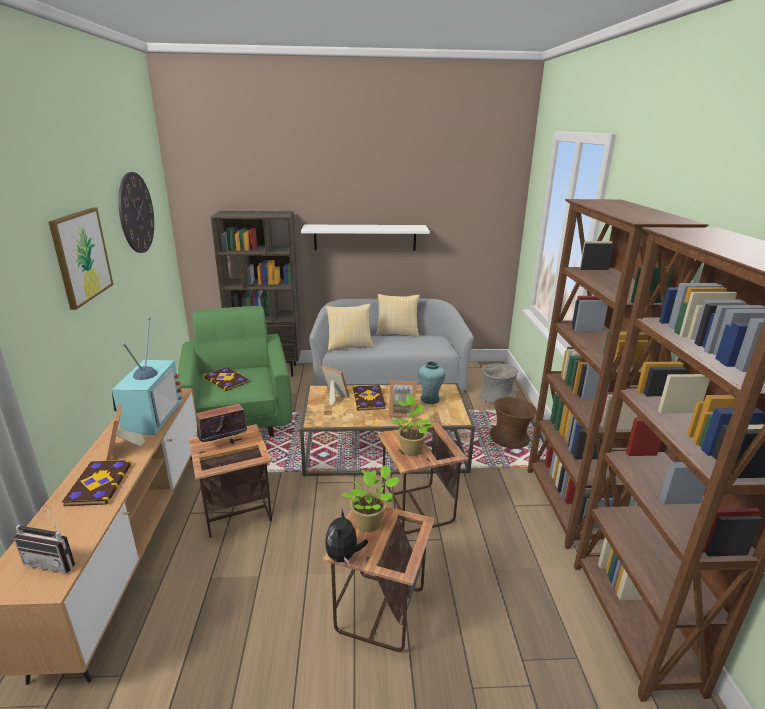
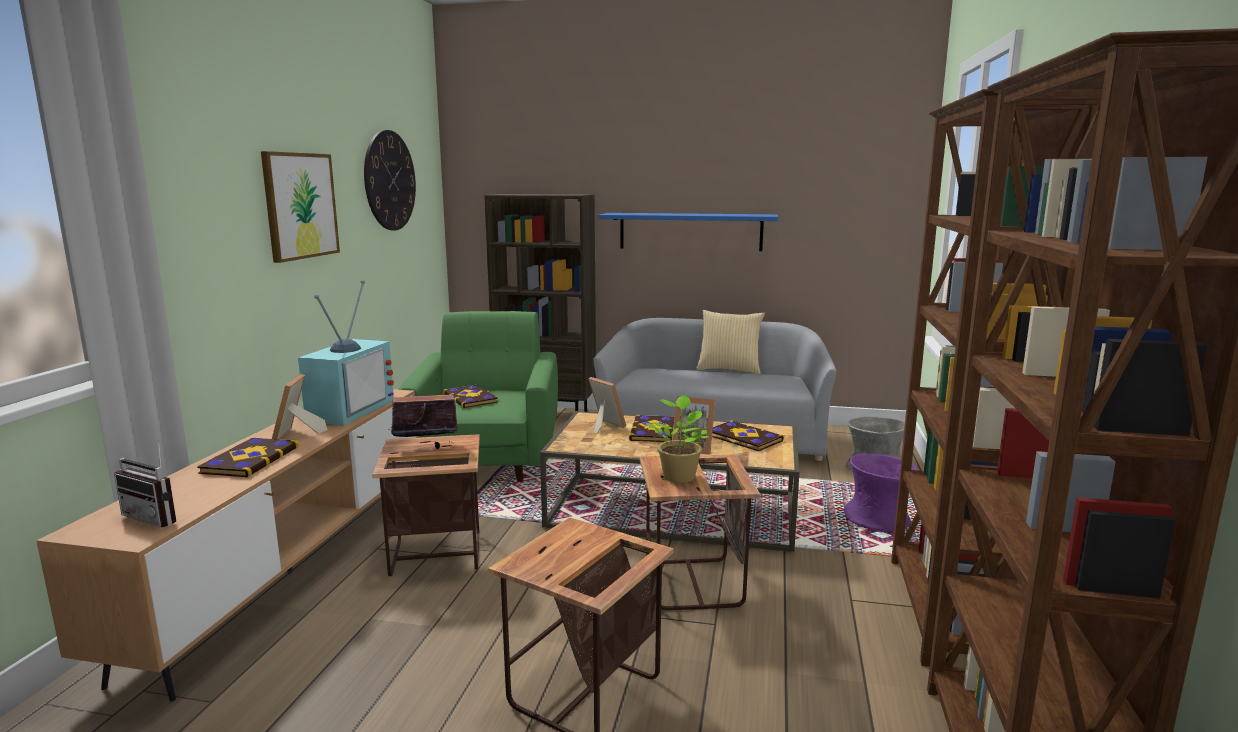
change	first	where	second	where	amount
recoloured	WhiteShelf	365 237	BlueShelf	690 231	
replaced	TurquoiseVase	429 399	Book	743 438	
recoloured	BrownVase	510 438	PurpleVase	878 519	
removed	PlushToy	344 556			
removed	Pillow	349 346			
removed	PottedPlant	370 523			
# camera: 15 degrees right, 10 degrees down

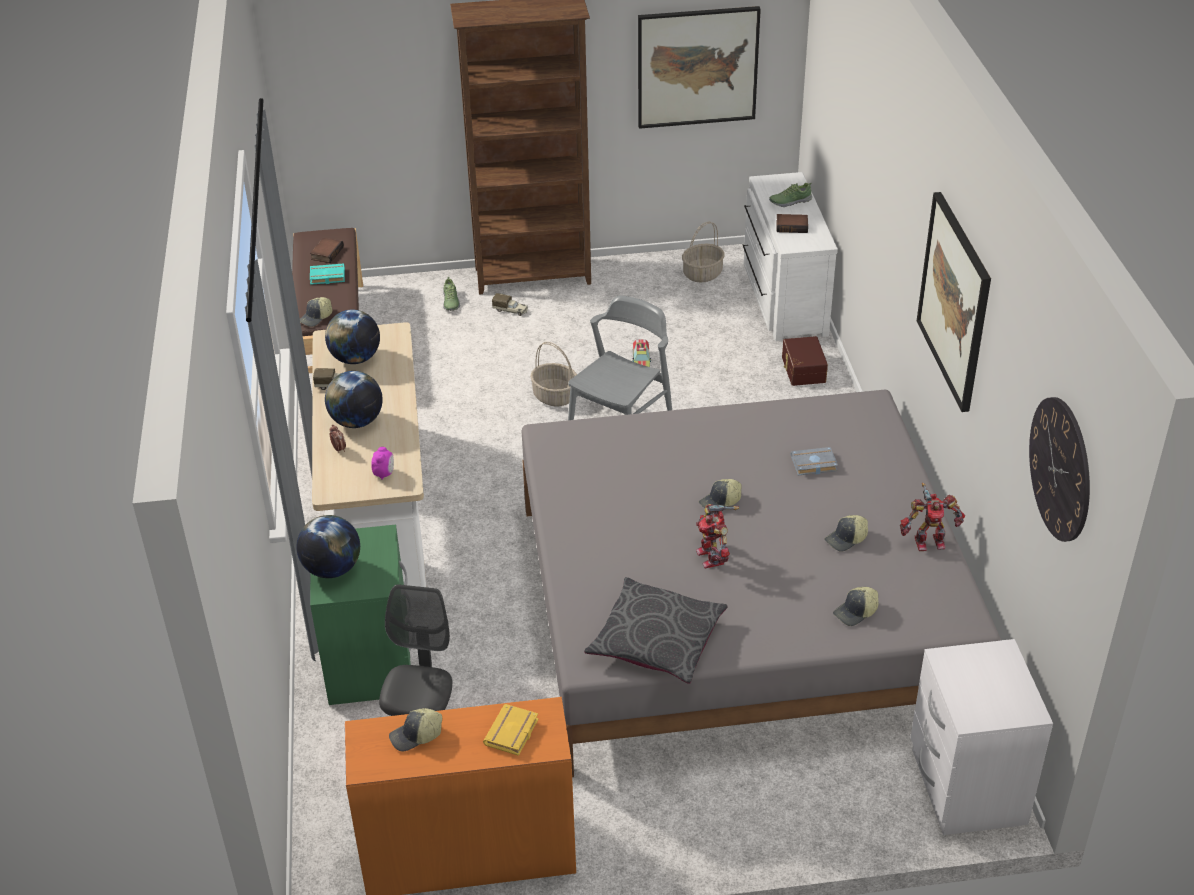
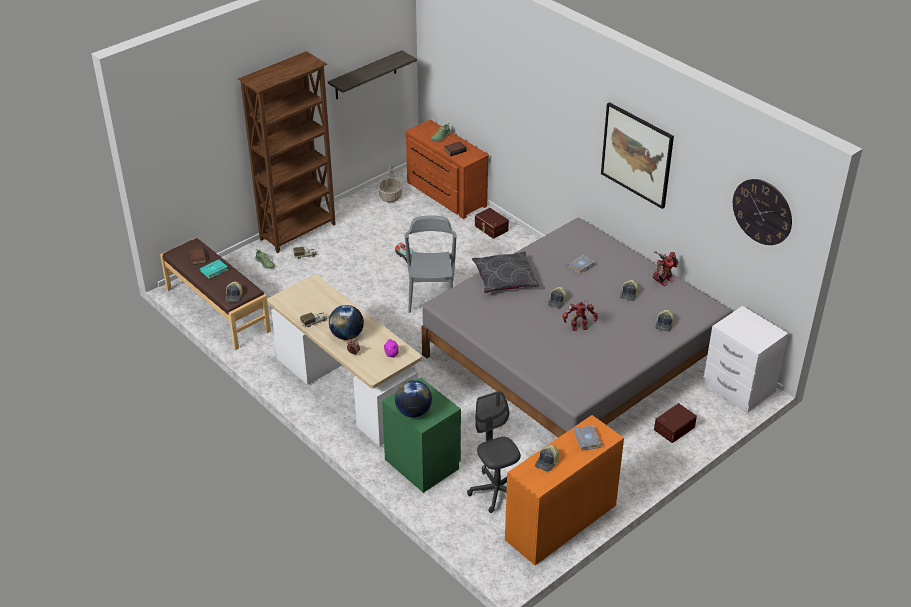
change	first	where	second	where	amount
replaced	Picture	697 67	Shelf	365 75	
recoloured	WhiteDresser	782 298	BrownDresser	445 195	
moved	GreyPillow	656 640		504 278	
turned	ToyRobot	712 556		579 327	135 degrees clockwise
recoloured	YellowBook	512 734	GreyBook	588 440	
added			BrownStorageBox	673 428	
removed	Globe	355 359			
removed	Basket	555 396			
# camera: 35 degrees left, 0 degrees up

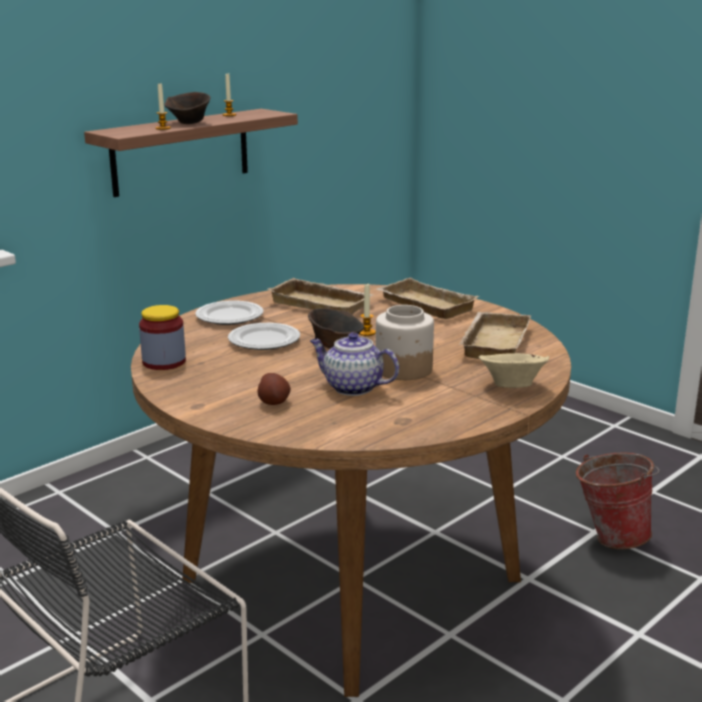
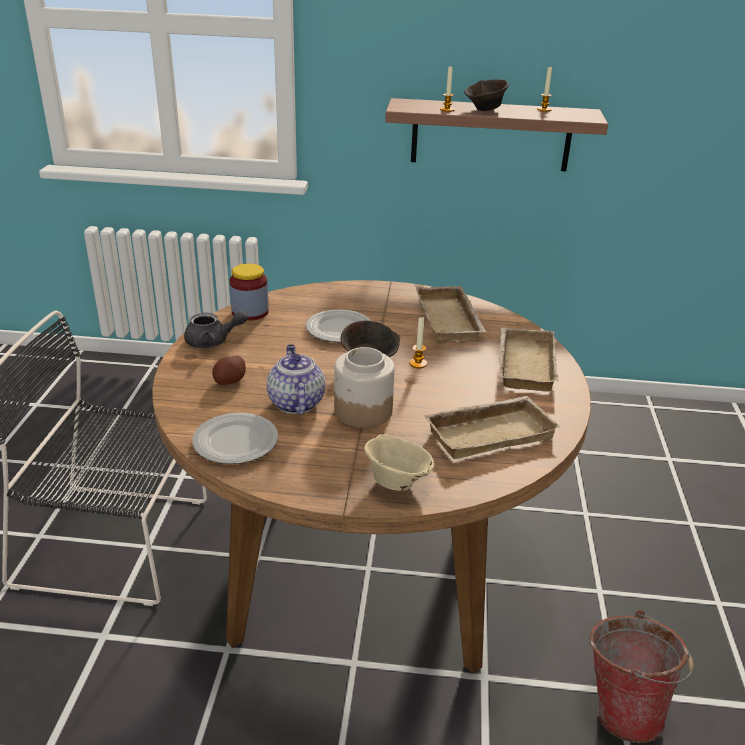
change	first	where	second	where	amount
added			GreyTeapot	213 341	
moved	Plate	230 316		236 442	
# camera: 50 degrees right, 10 degrees up

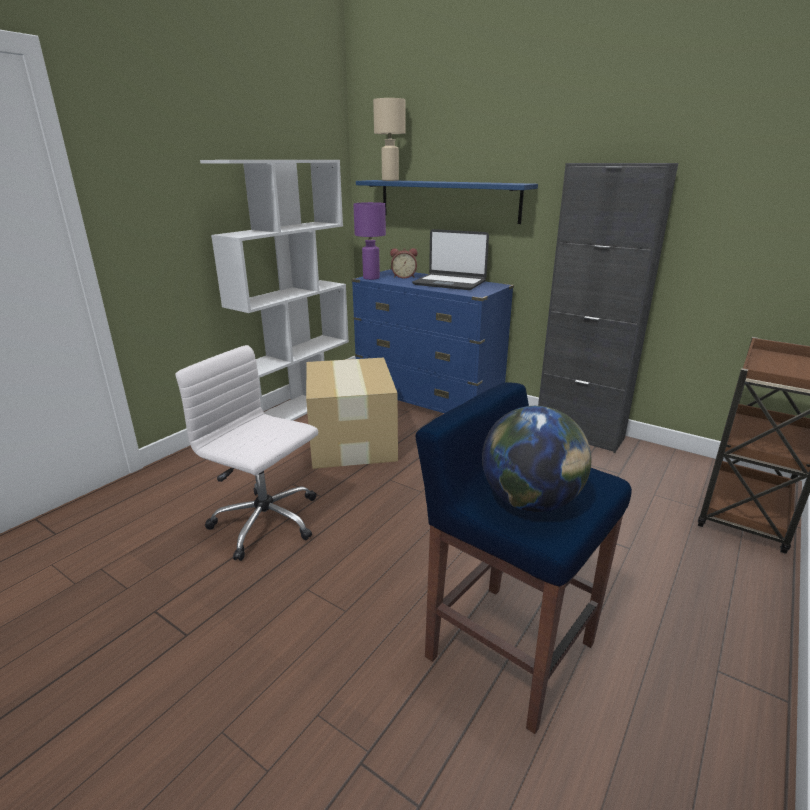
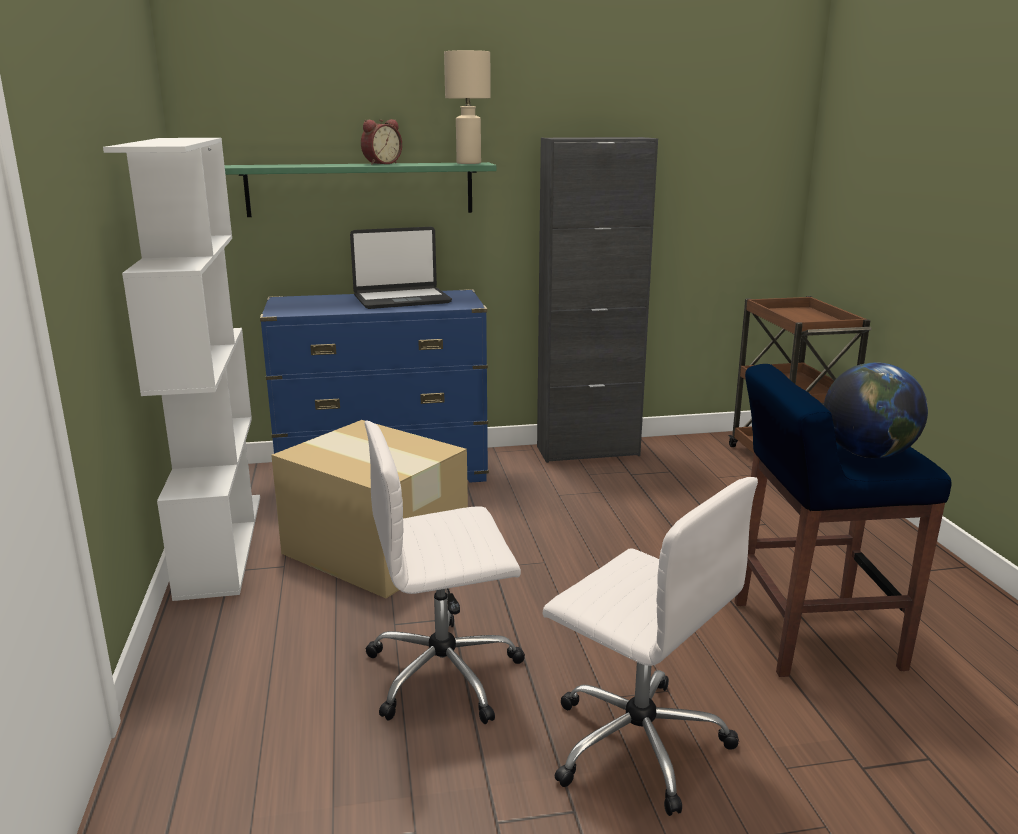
change	first	where	second	where	amount
recoloured	BlueShelf	447 200	GreenShelf	360 189	
moved	AlarmClock	404 277		381 164	
moved	BeigeTableLamp	390 180		469 163	
added			WhiteOfficeChair	636 741	
removed	PurpleTableLamp	371 278			
# camera: 45 degrees left, 5 degrees down

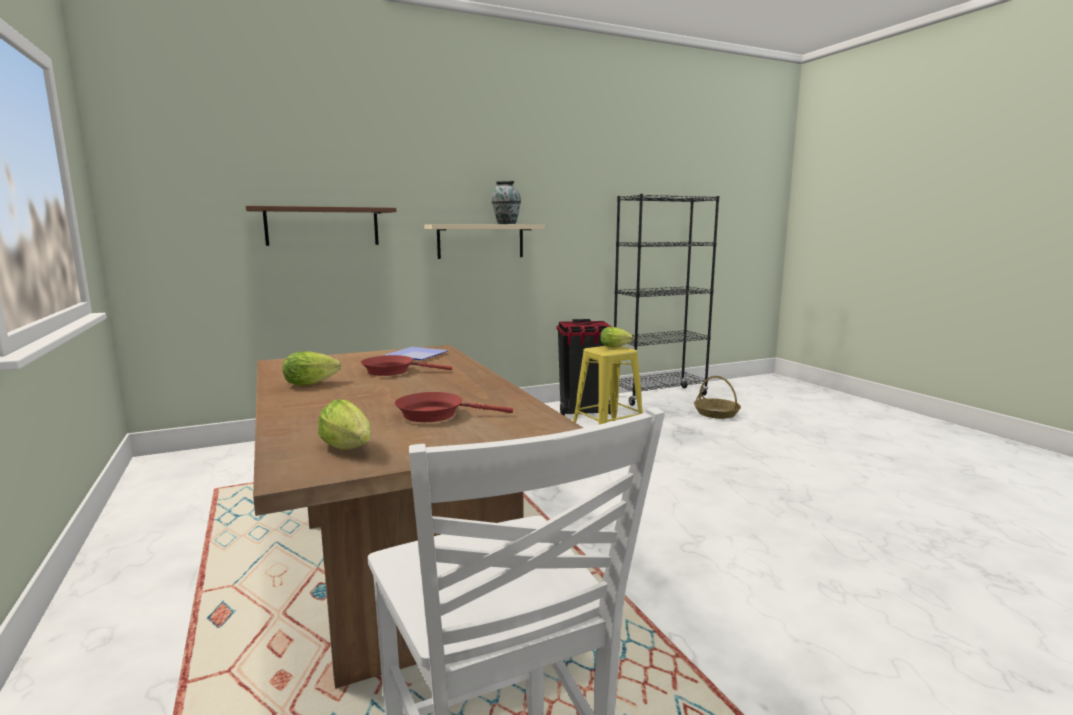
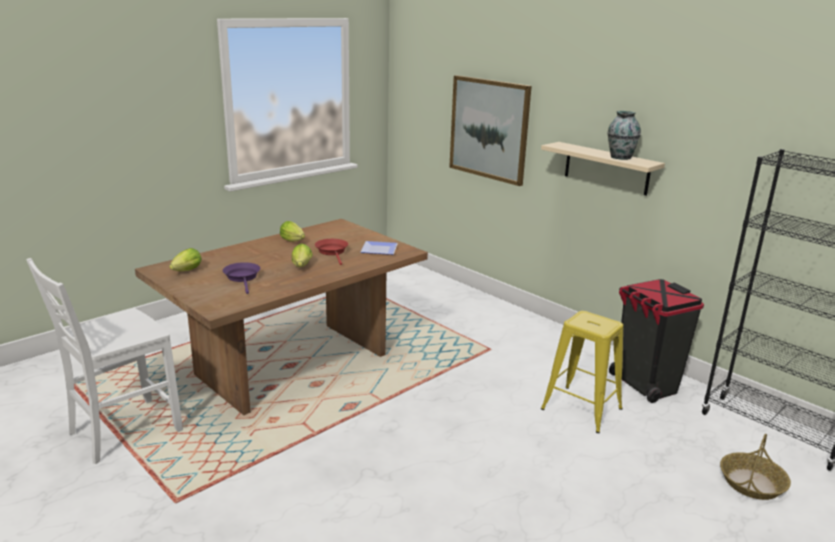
change	first	where	second	where	amount
recoloured	RedFryingPan	436 414	PurpleFryingPan	243 278	
moved	Lettuce	616 347		301 267	
replaced	BrownShelf	322 226	Picture	489 129	
# camera: 70 degrees right, 10 degrees up

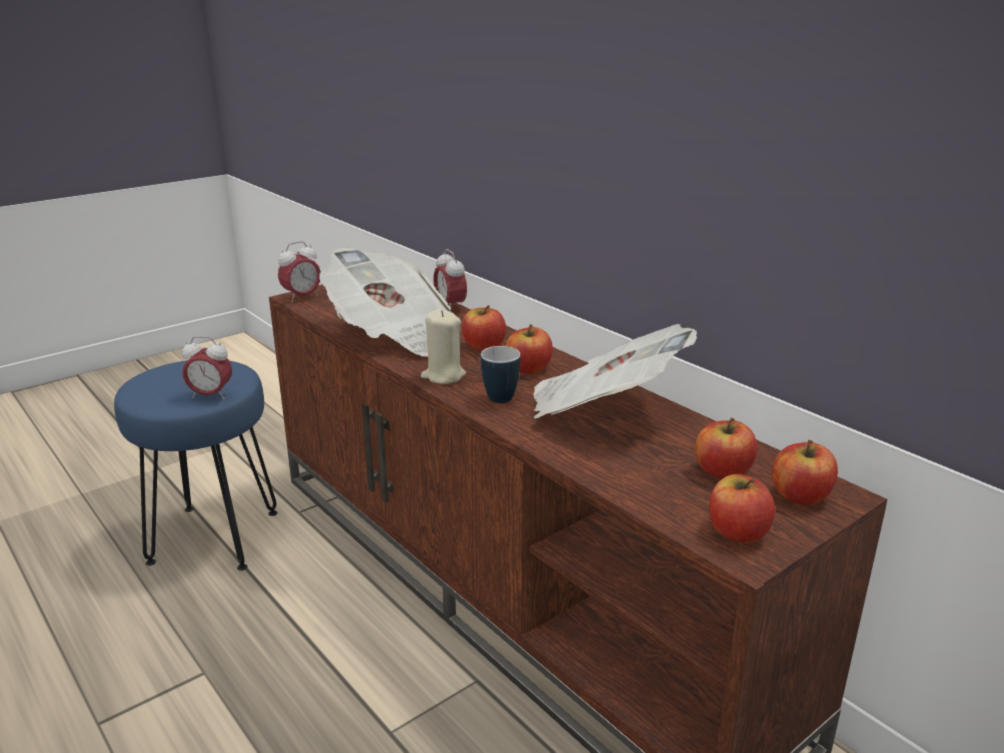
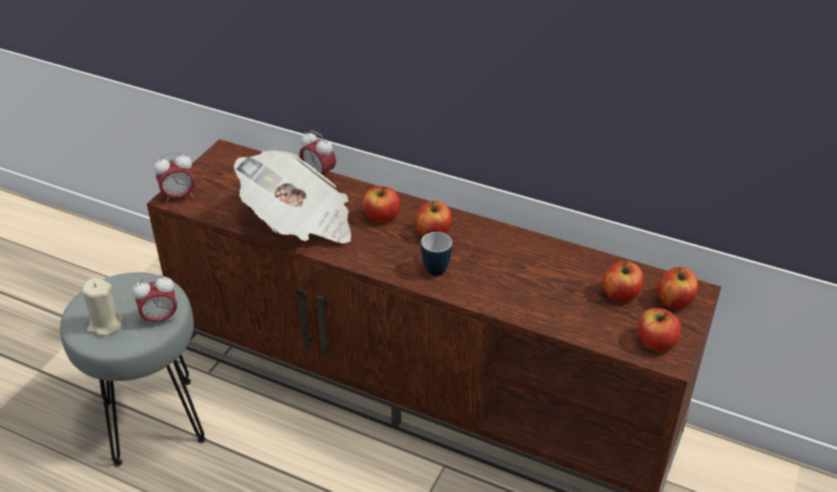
change	first	where	second	where	amount
recoloured	BlueStool	216 536	GreyStool	154 419	
moved	BeigeCandle	443 376		105 325	
turned	AlarmClock	302 297		179 196	45 degrees clockwise
removed	Newspaper	603 410			
# camera: 25 degrees left, 15 degrees up

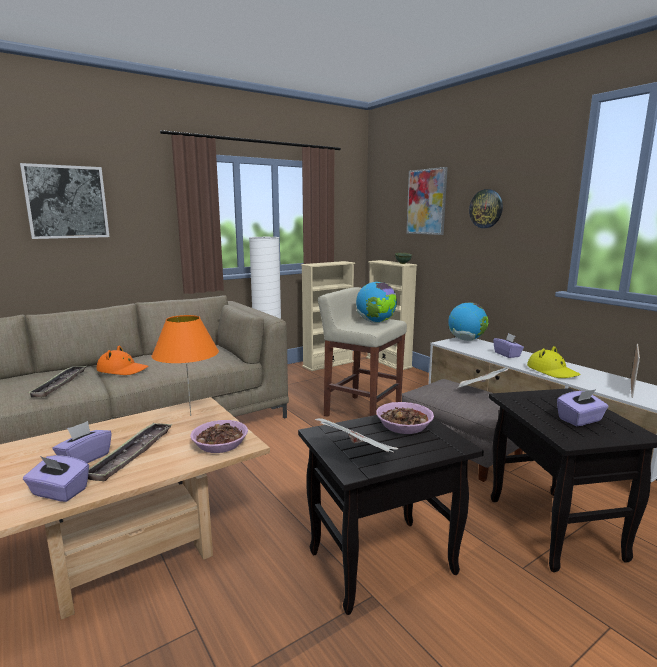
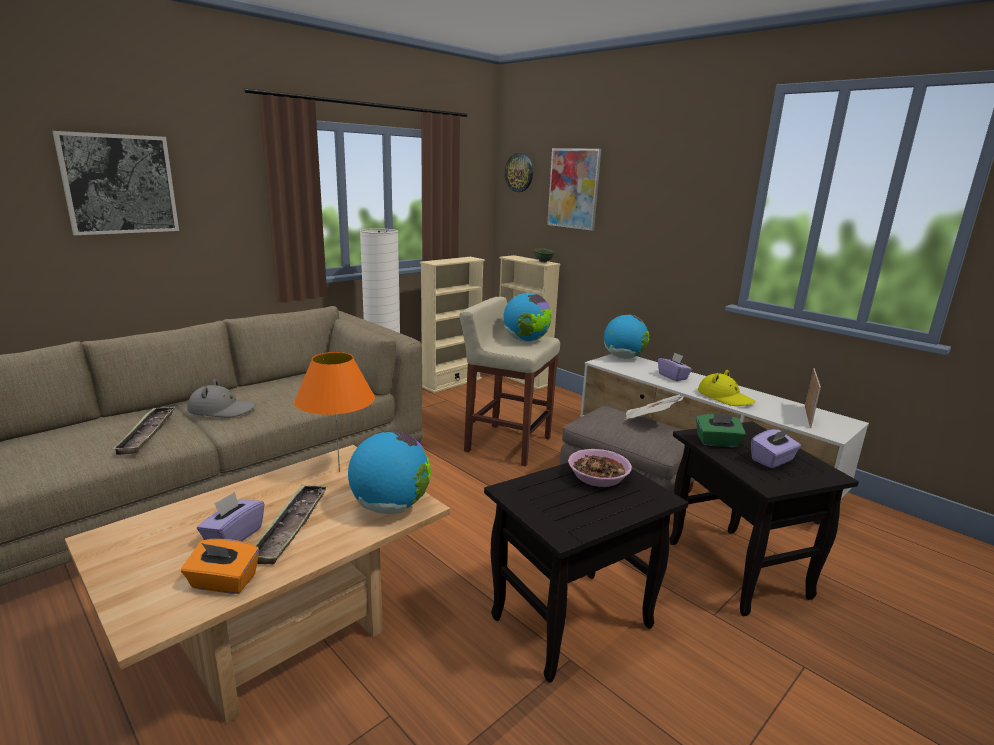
change	first	where	second	where	amount
recoloured	PurpleTissueBox	59 492	OrangeTissueBox	223 582	
recoloured	OrangeHat	122 370	GreyHat	222 409	
replaced	Bowl	219 444	Globe	390 507	
moved	WallClock	486 208		519 172	
added			GreenTissueBox	717 442	
removed	Newspaper	358 456			
# camera: 10 degrees left, 5 degrees up

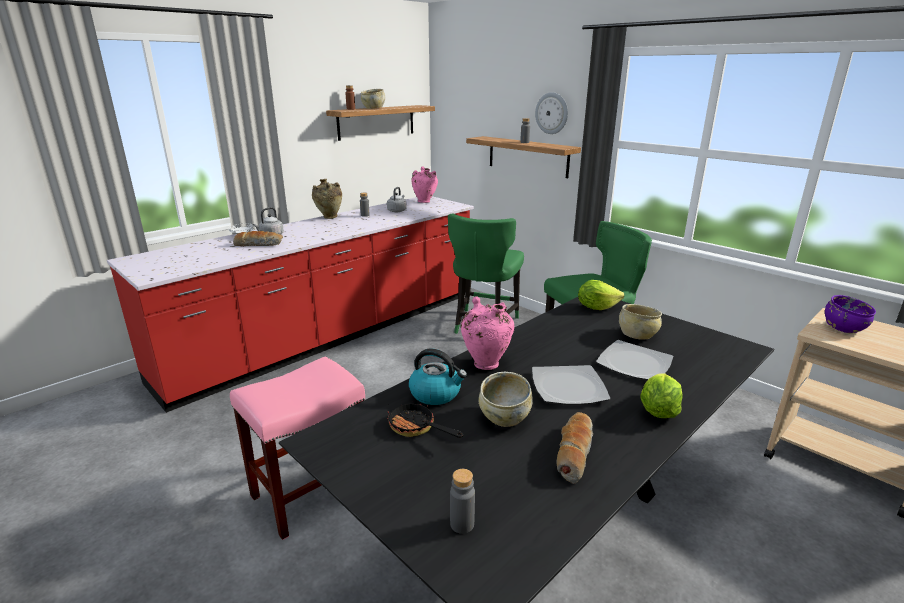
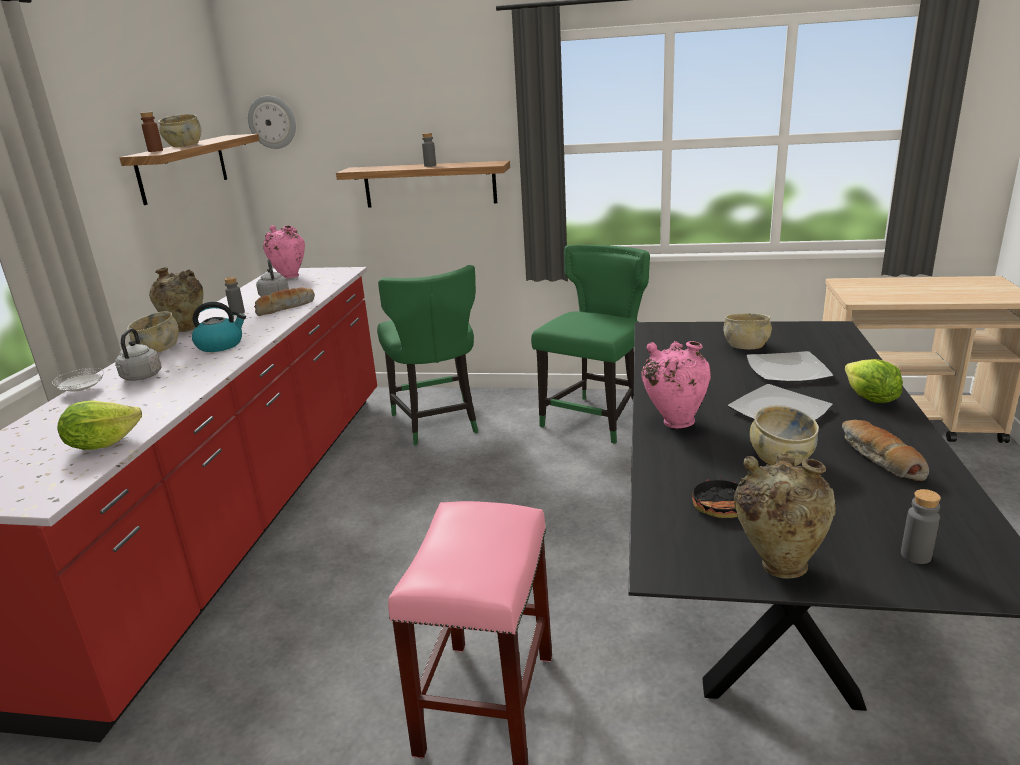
change	first	where	second	where	amount
moved	Lettuce	596 307		102 444	
added			BeigeBowl	159 348	
moved	Kettle	436 393		221 345	
moved	WallClock	552 113		272 122	
moved	Bread	259 244		285 308	
added			BeigeVase	778 564	
removed	PurpleBowl	843 328			
# camera: 35 degrees left, 0 degrees up

